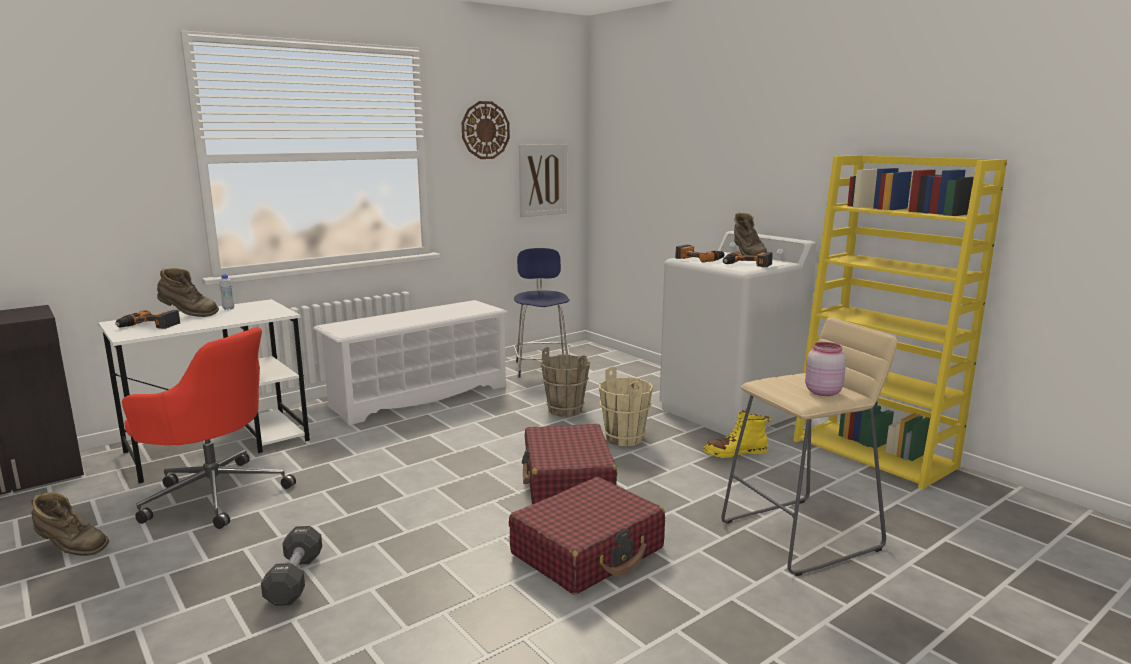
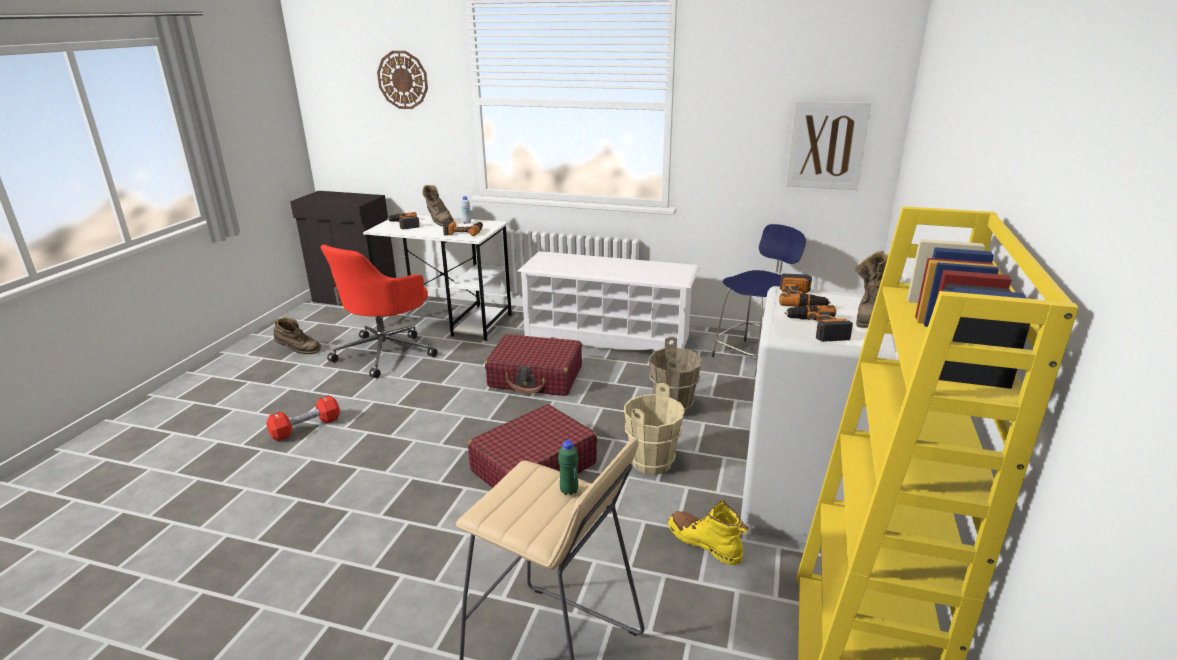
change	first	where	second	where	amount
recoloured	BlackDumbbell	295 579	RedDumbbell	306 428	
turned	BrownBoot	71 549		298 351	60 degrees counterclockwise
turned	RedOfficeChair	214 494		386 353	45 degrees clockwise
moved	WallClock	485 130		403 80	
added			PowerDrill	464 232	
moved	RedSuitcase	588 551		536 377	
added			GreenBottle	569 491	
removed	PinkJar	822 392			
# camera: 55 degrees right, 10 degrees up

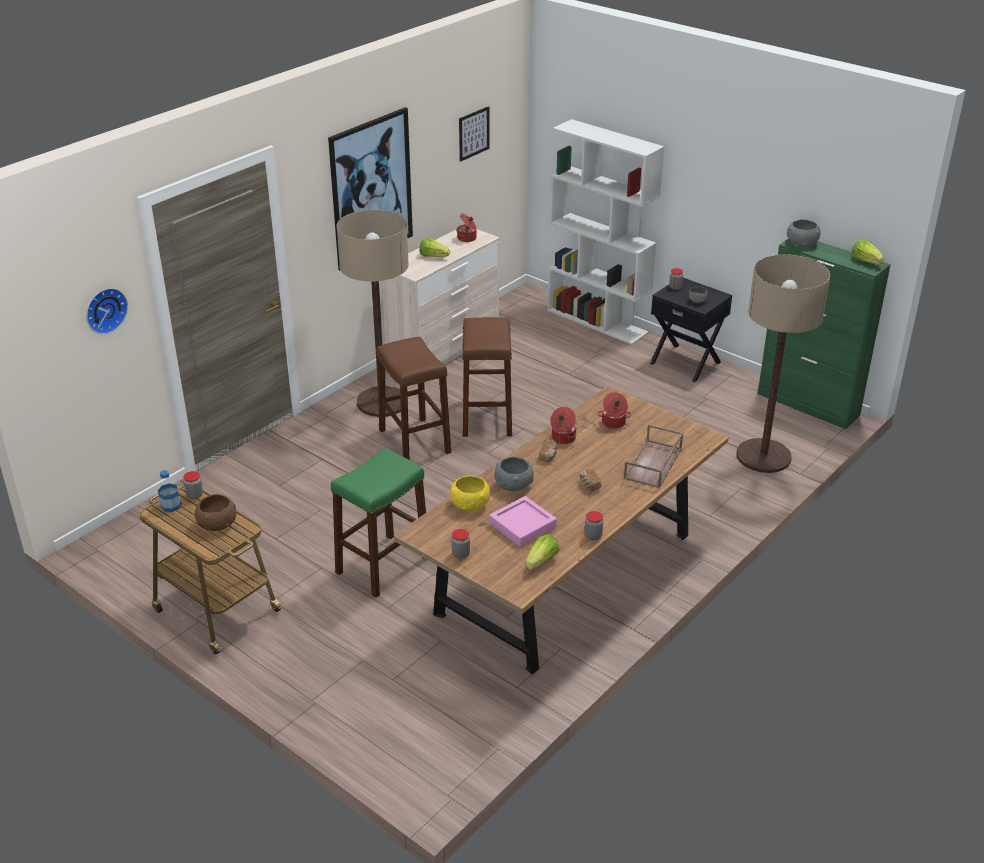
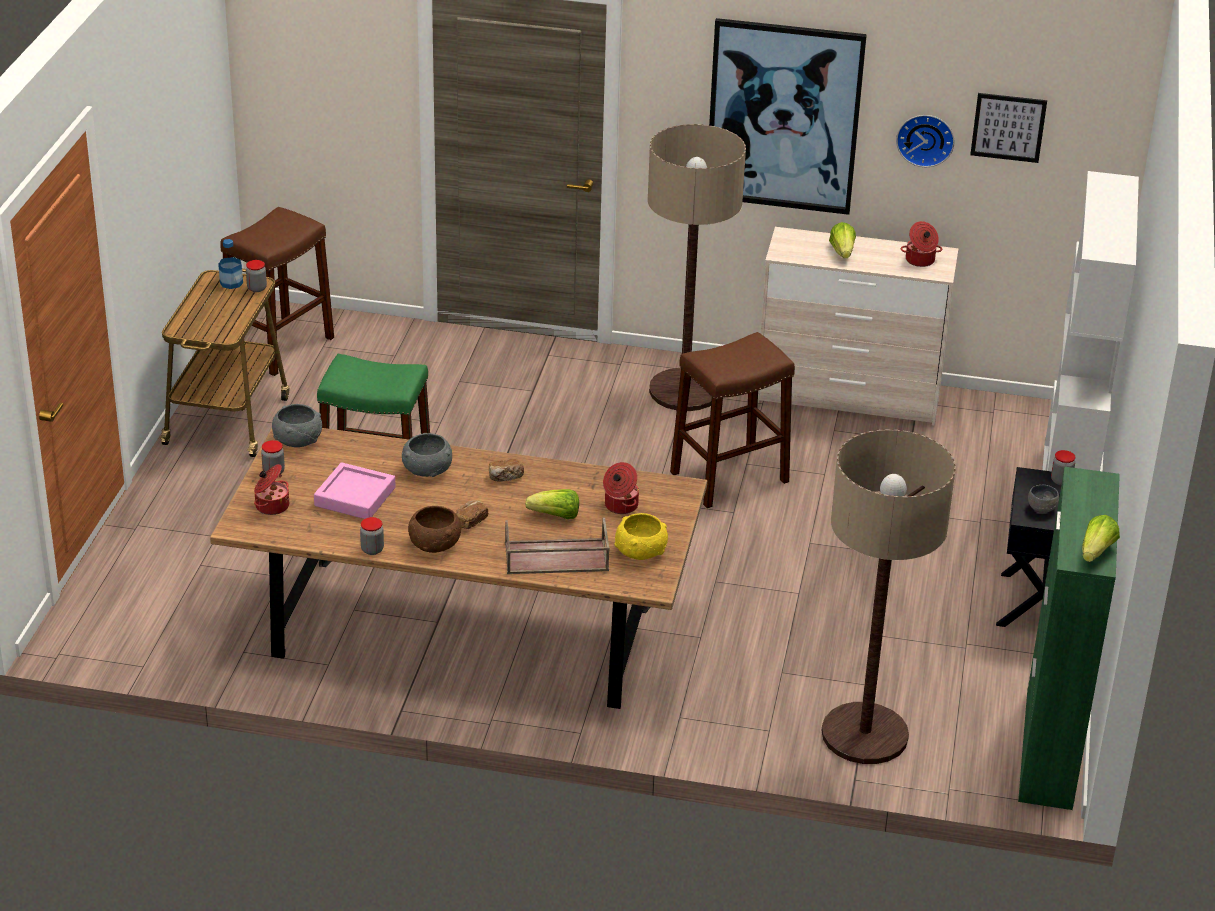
change	first	where	second	where	amount
moved	BrownStool	414 441		280 346	
moved	CookingPot	562 438		271 505	
moved	GreyBowl	802 243		298 440	
moved	BrownBowl	217 523		434 544	
moved	Lettuce	541 561		555 516	
moved	YellowBowl	470 504		640 551	
moved	WallClock	104 309		925 138	
# camera: 60 degrees right, 0 degrees up

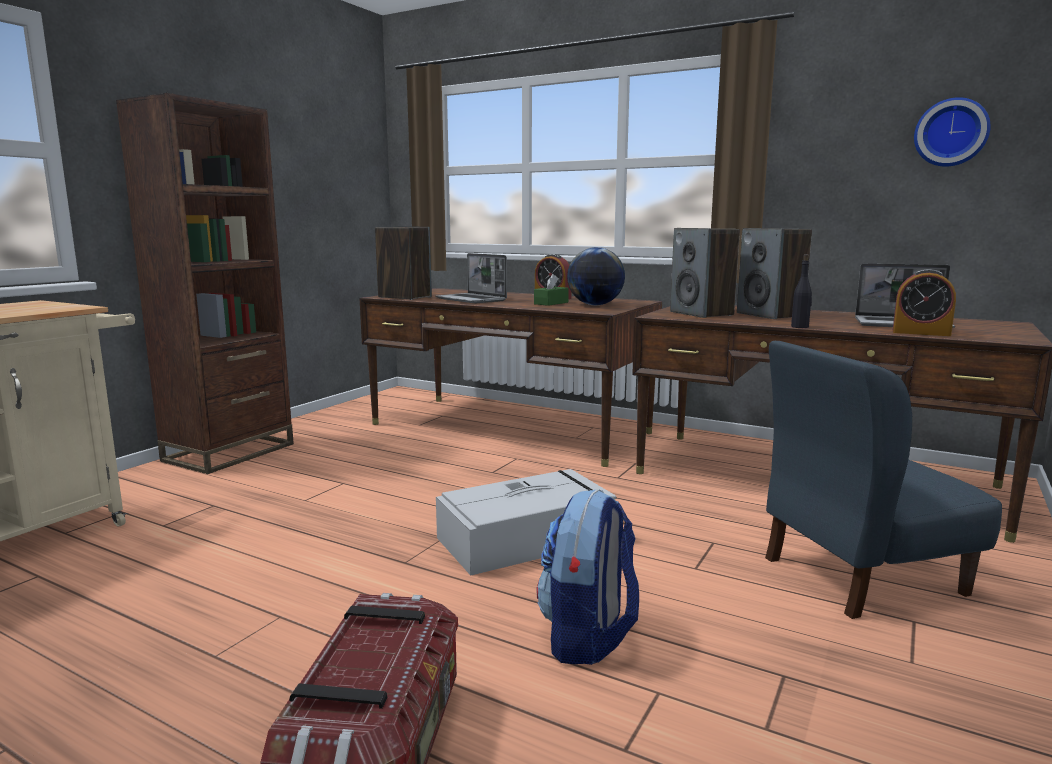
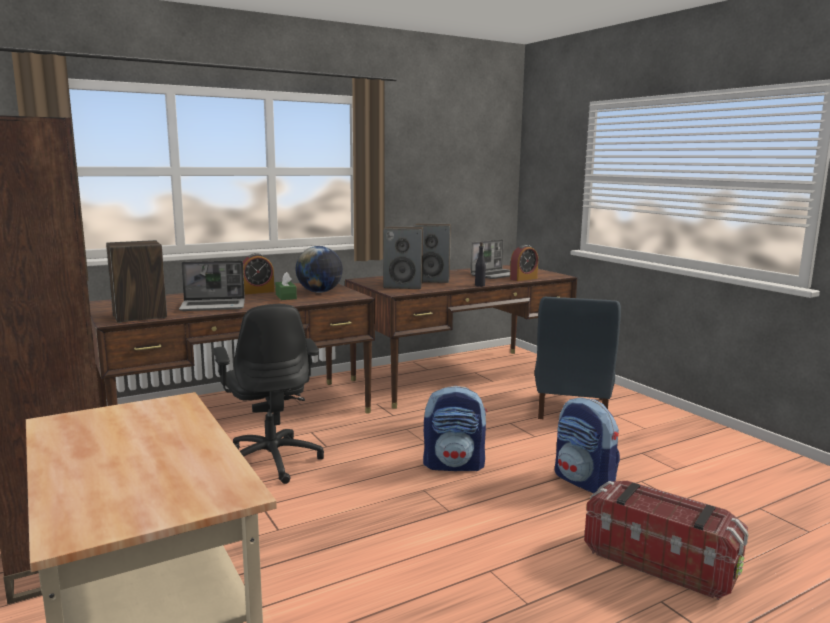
change	first	where	second	where	amount
added			BlackOfficeChair	271 461	
replaced	GreyStorageBox	527 538	Backpack	454 465	
removed	WallClock	951 133			
# camera: 60 degrees left, 0 degrees up

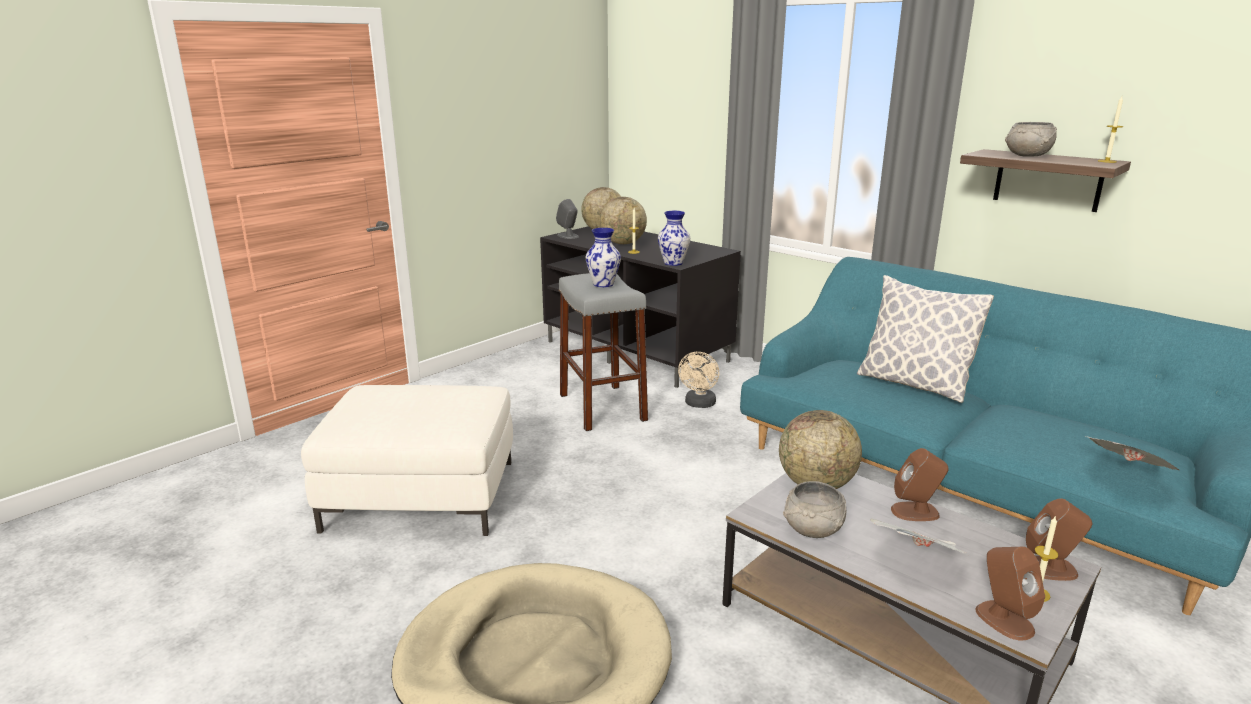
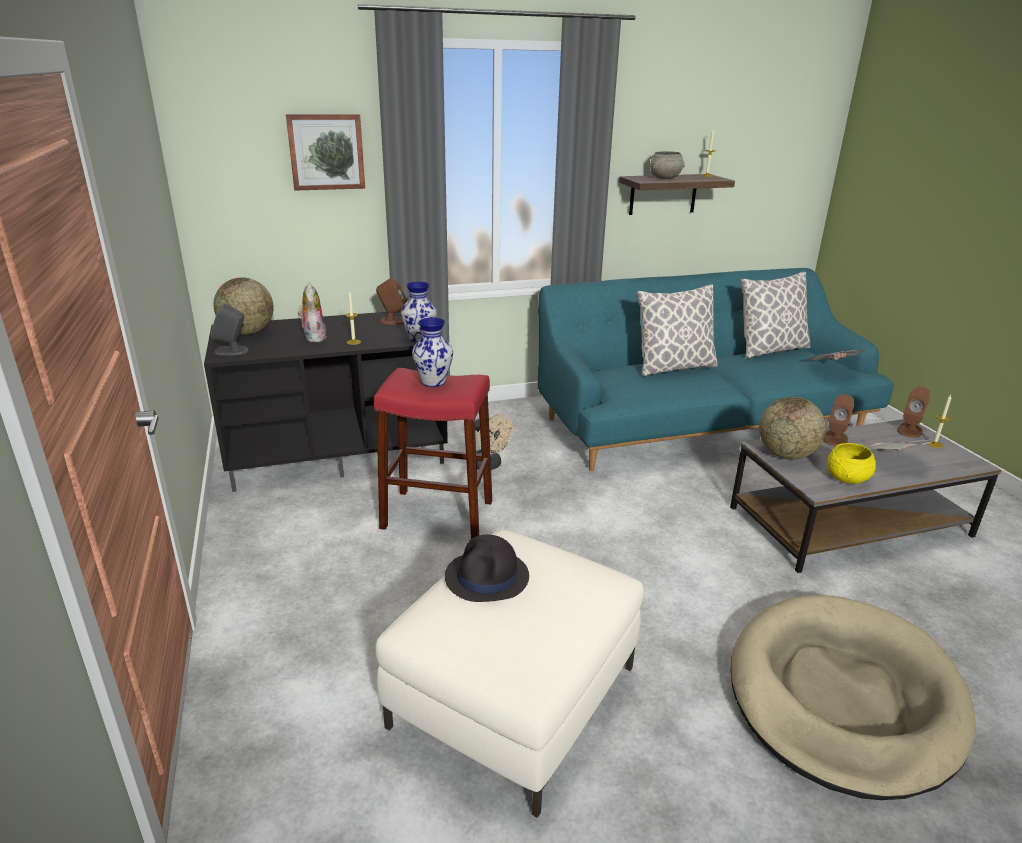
change	first	where	second	where	amount
added			Picture	326 152	
replaced	Globe	623 243	PlushToy	313 337	
recoloured	GreyStool	602 407	RedStool	438 514	
moved	BrownSpeaker	1003 619		393 321	
added			BlackHat	487 577	
added			Pillow	770 350	
recoloured	GreyBowl	813 530	YellowBowl	847 478	
# camera: 60 degrees left, 5 degrees up

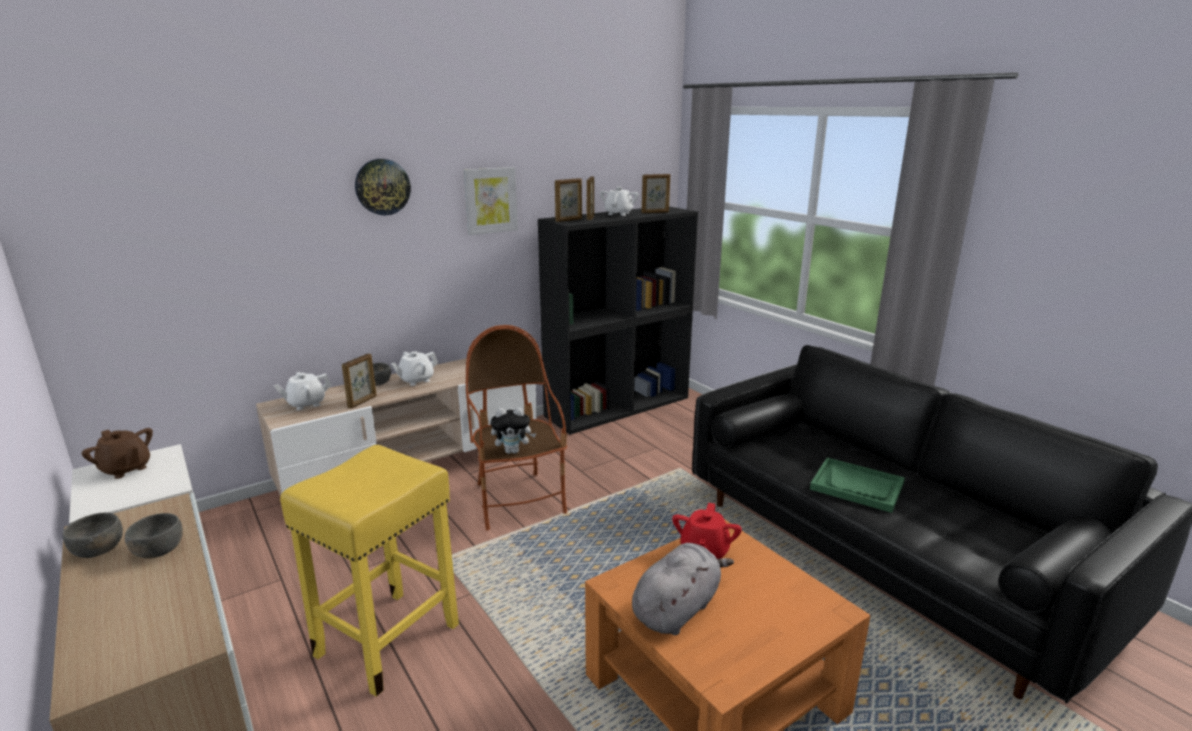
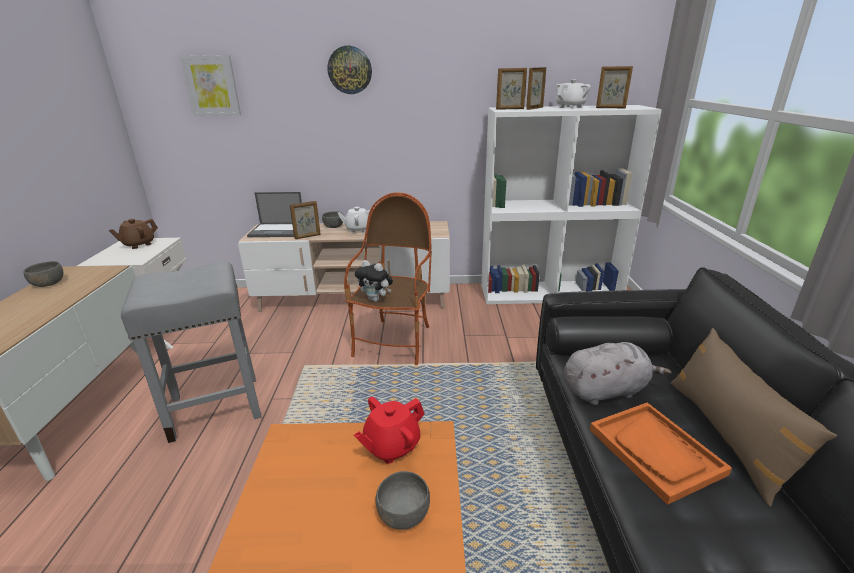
change	first	where	second	where	amount
turned	BrownTeapot	126 469		138 244	60 degrees clockwise
recoloured	YellowStool	389 638	GreyStool	217 407	
moved	Picture	490 200		212 86	
replaced	WhiteTeapot	306 404	Laptop	278 230	
moved	GreyBowl	158 551		403 514	
recoloured	BlackBookcase	618 406	WhiteBookcase	550 292	
moved	GreyPlushToy	677 609		606 390	
recoloured	GreenTray	857 486	OrangeTray	655 451	
added			BrownPillow	726 435	
# camera: 35 degrees right, 5 degrees up

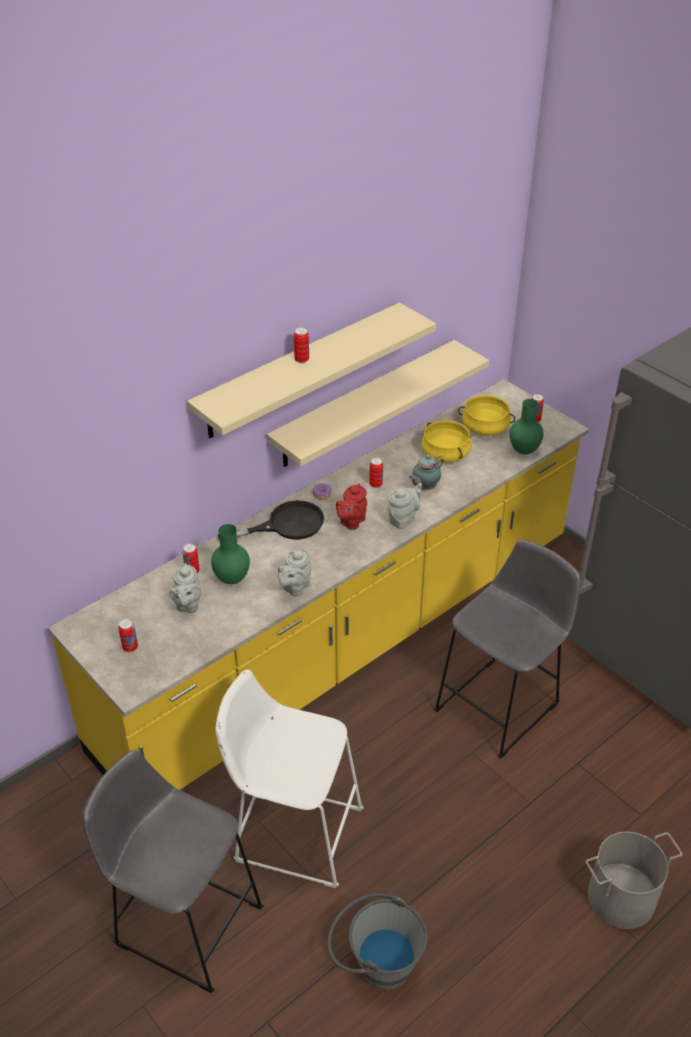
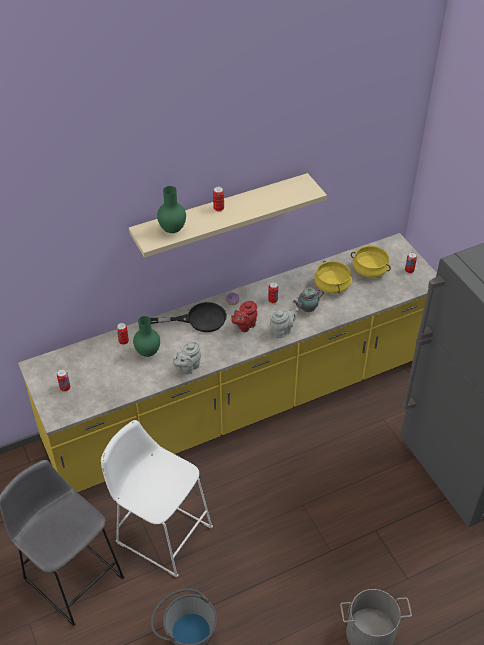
change	first	where	second	where	amount
moved	GreenVase	524 451		172 230	
removed	GreyTeapot	187 605			
removed	BeigeShelf	365 404			
removed	GreyStool	501 704			
# camera: 15 degrees right, 5 degrees up

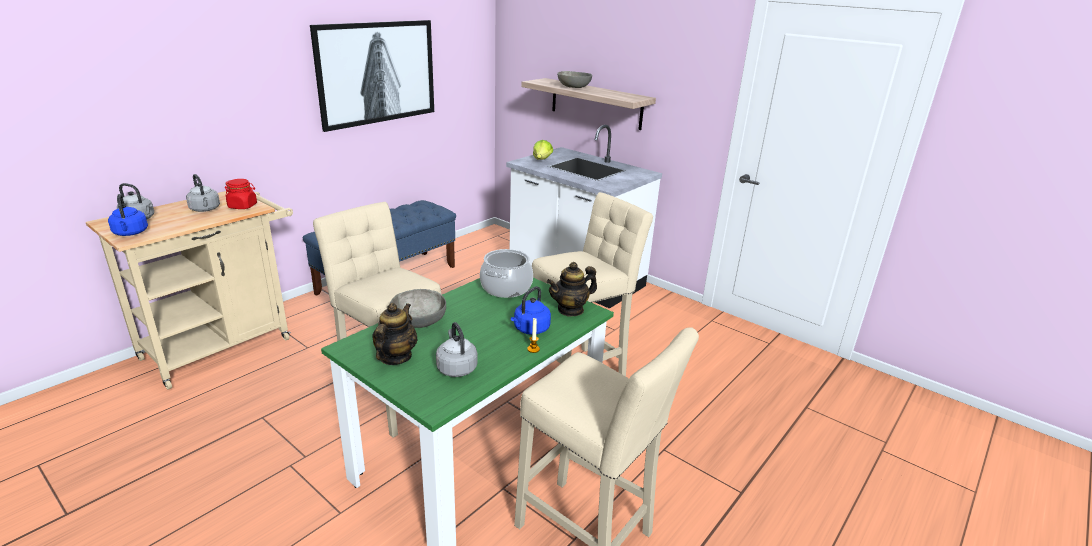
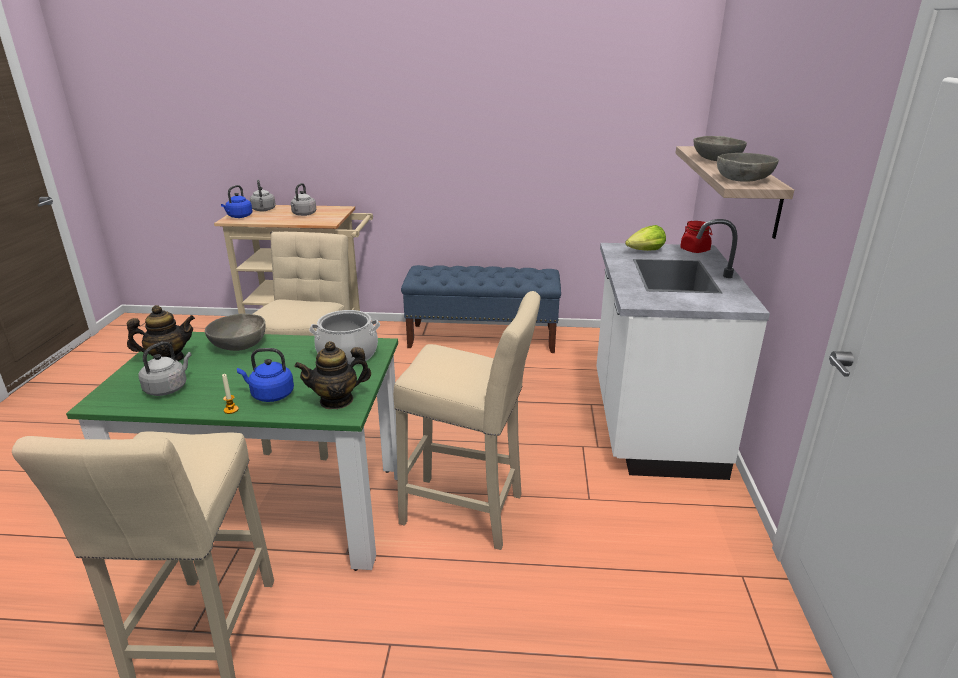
change	first	where	second	where	amount
turned	Teapot	570 309		337 400	45 degrees counterclockwise
moved	RedJar	243 206		695 250	
added			GreyBowl	744 180	
removed	Picture	377 72			
# camera: 55 degrees right, 0 degrees up

